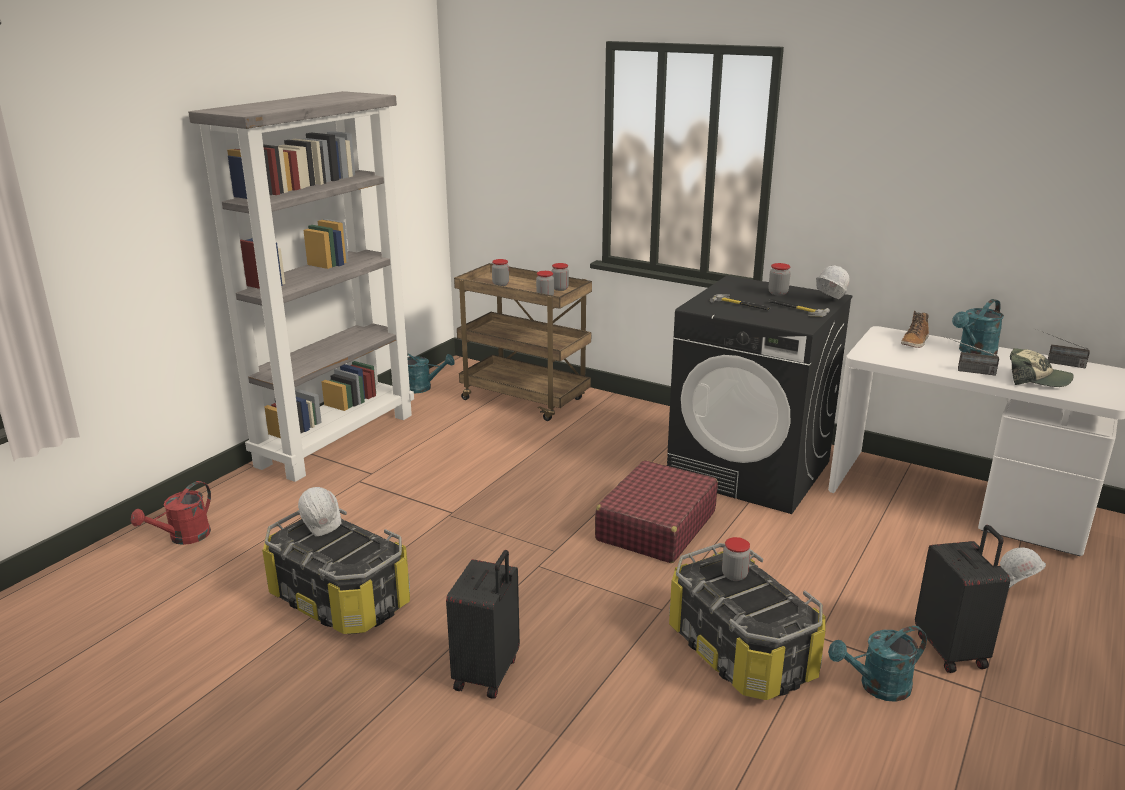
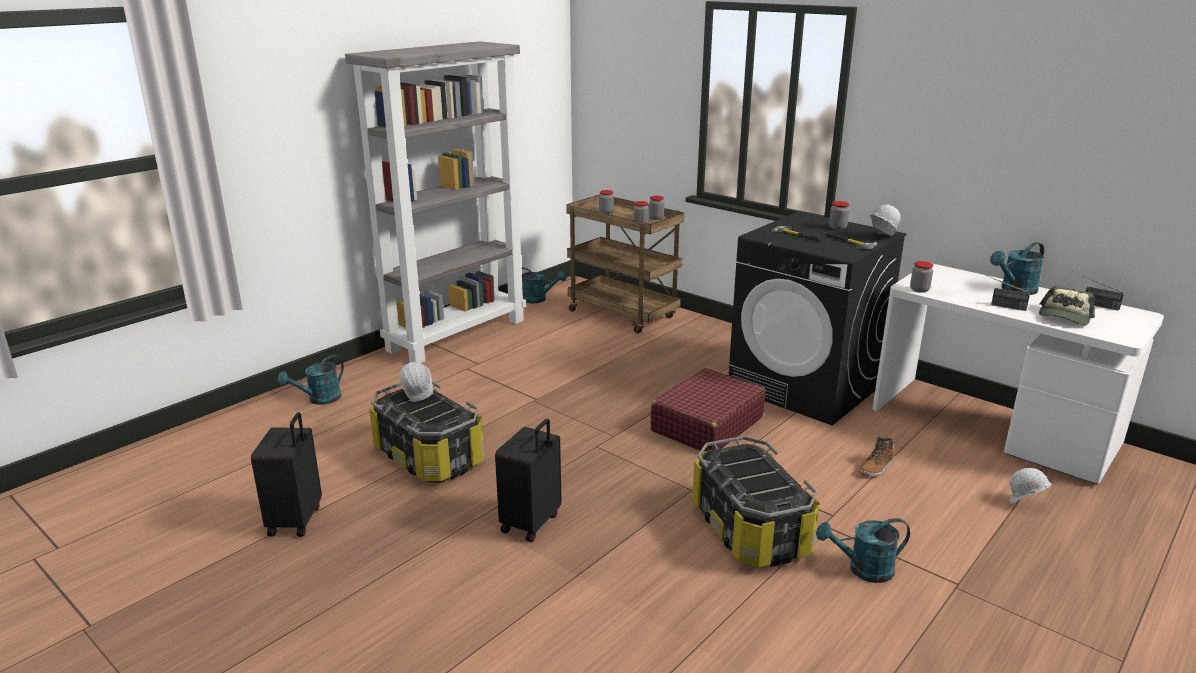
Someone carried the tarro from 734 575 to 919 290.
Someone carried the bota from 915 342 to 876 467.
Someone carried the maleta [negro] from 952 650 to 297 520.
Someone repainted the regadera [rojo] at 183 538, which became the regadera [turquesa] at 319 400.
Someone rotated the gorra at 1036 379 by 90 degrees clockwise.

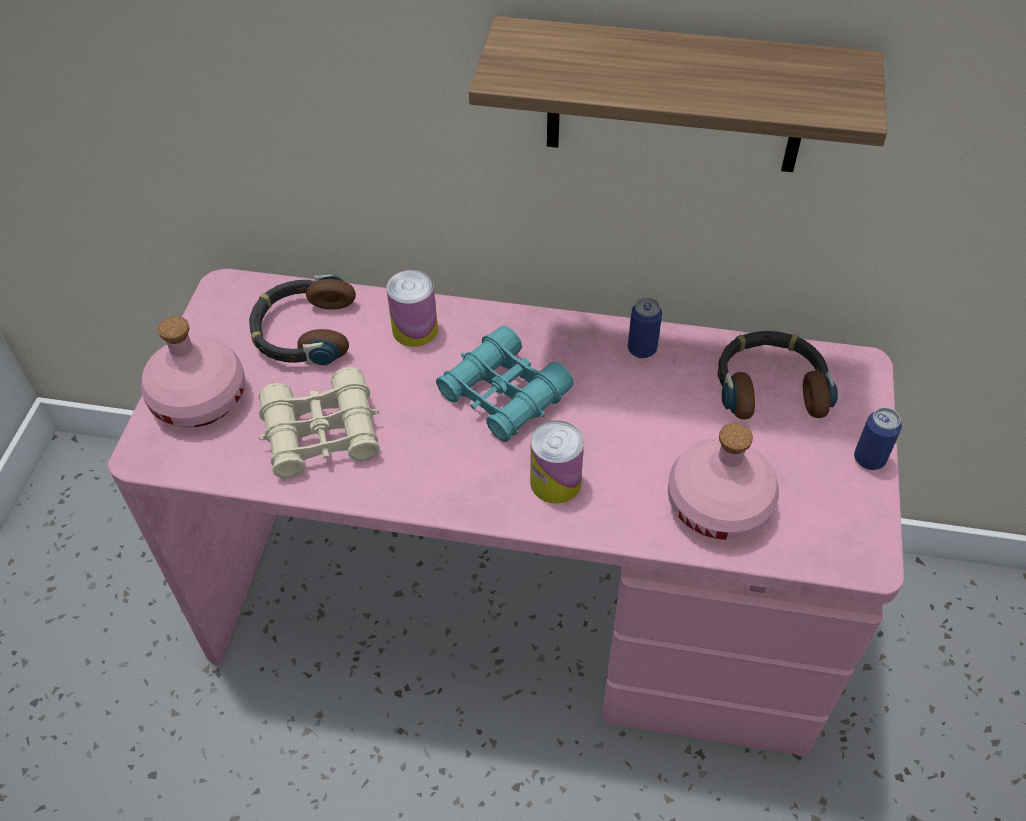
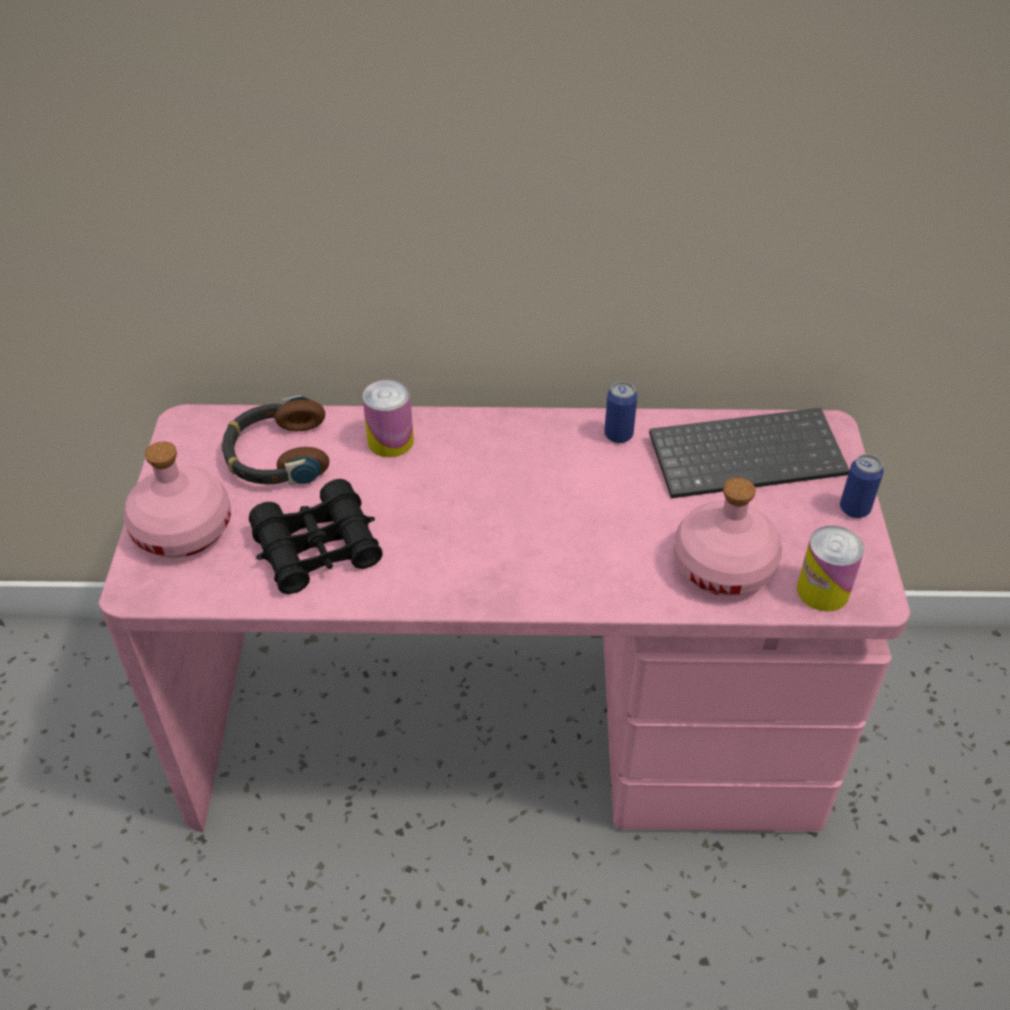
Someone took away the prismáticos [turquesa] at 504 394.
Someone took away the estante at 676 97.
Someone carried the lata from 555 482 to 822 591.
Someone swapped the auriculares at 770 385 for the teclado at 748 454.
Someone repainted the prismáticos [beis] at 322 434, which became the prismáticos [negro] at 318 548.

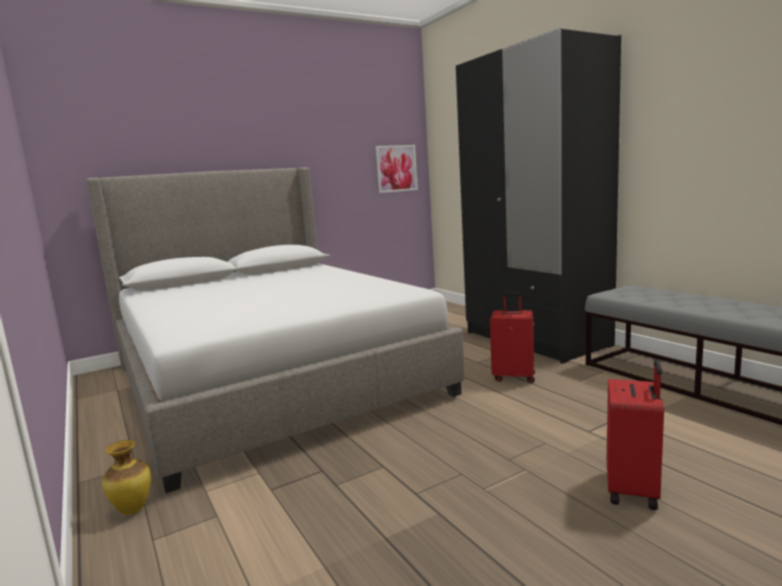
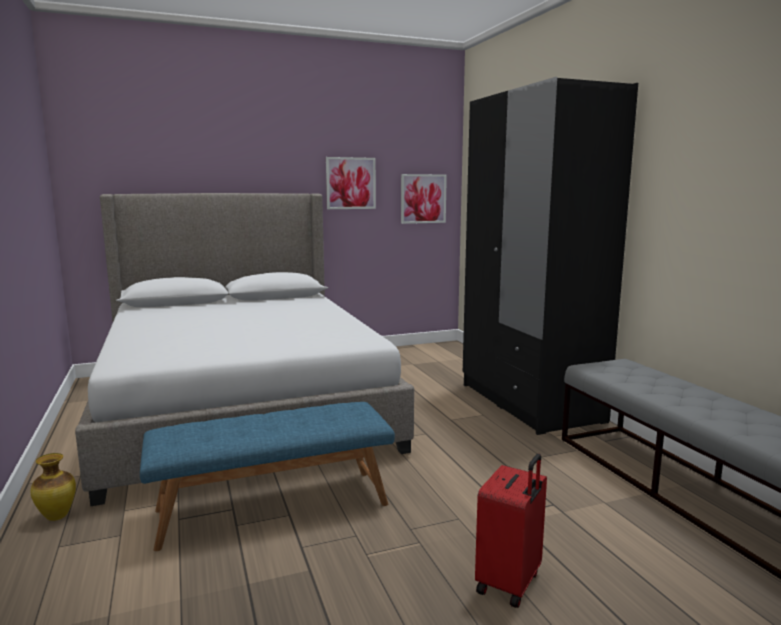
Someone took away the maleta [rojo] at 514 377.
Someone put down the banco [azul] at 273 506.
Someone put up the cuadro at 350 183.

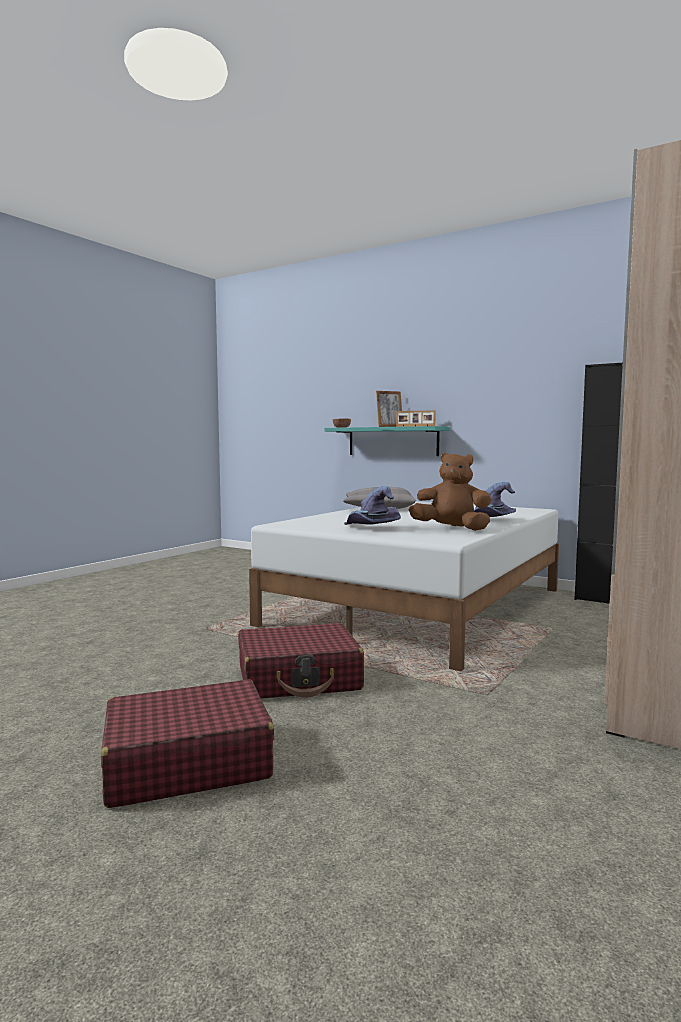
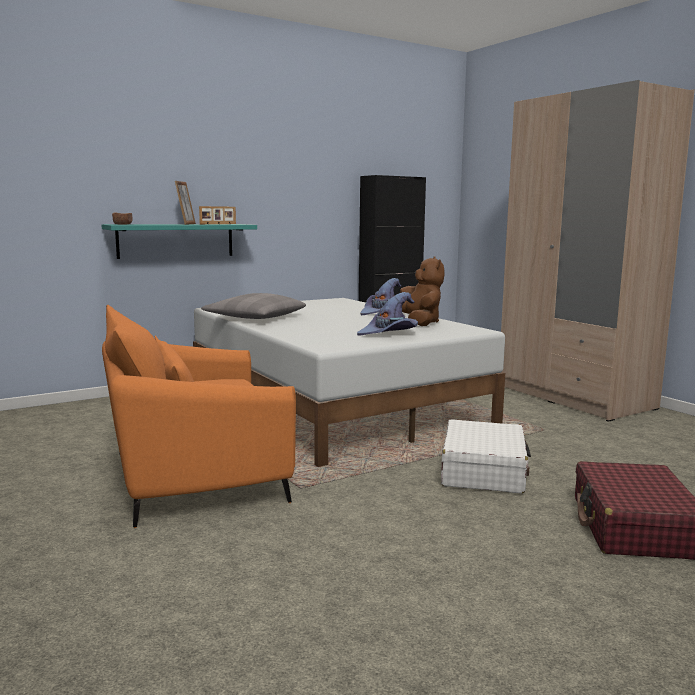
Someone put down the sillón [naranja] at 194 476.
Someone repainted the maleta [rojo] at 299 678, which became the maleta [blanco] at 483 471.
Someone rotated the peluche [marrón] at 451 529 by 120 degrees clockwise.

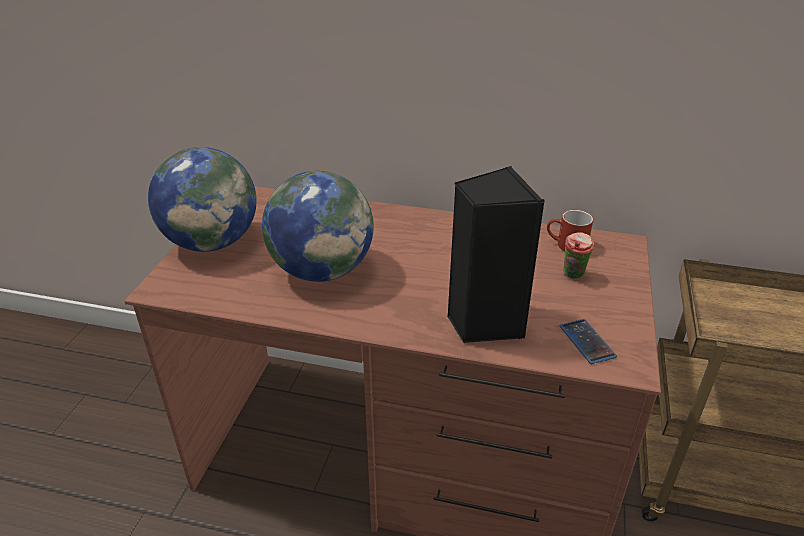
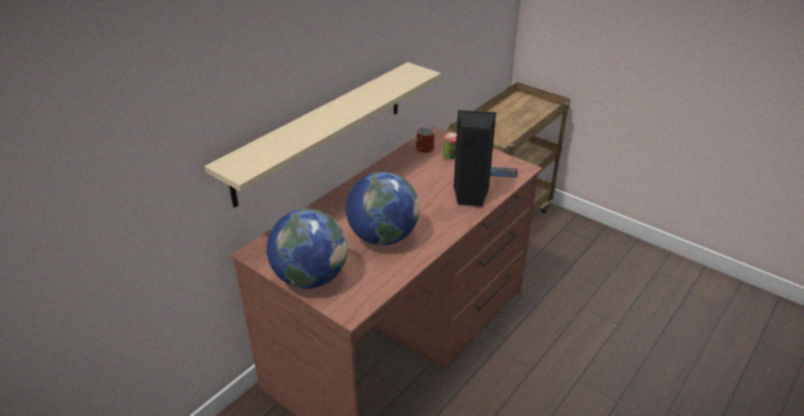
Someone put up the estante [beis] at 321 131.

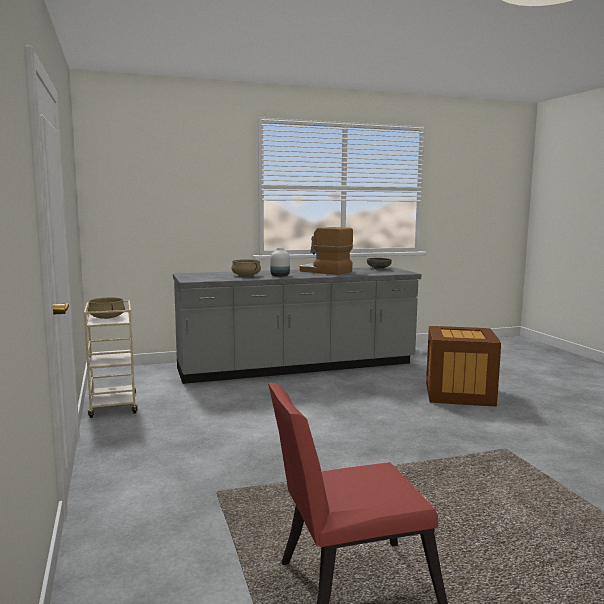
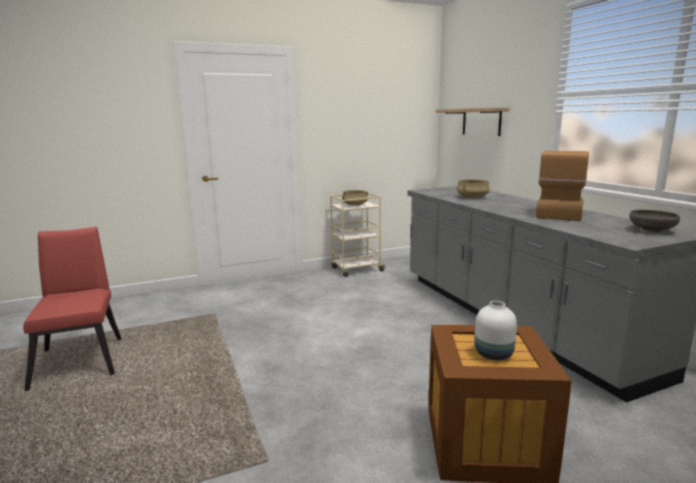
Someone put up the estante at 481 121.
Someone carried the florero [blanco] from 280 276 to 494 354.

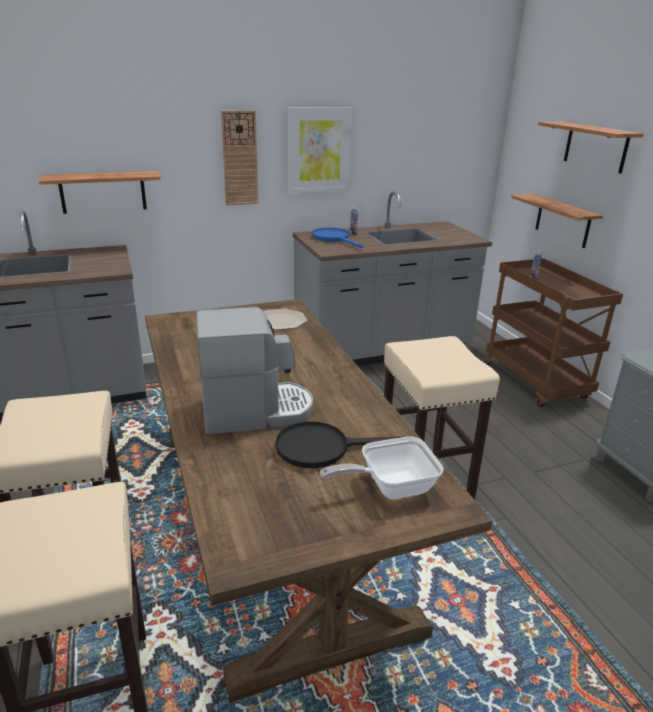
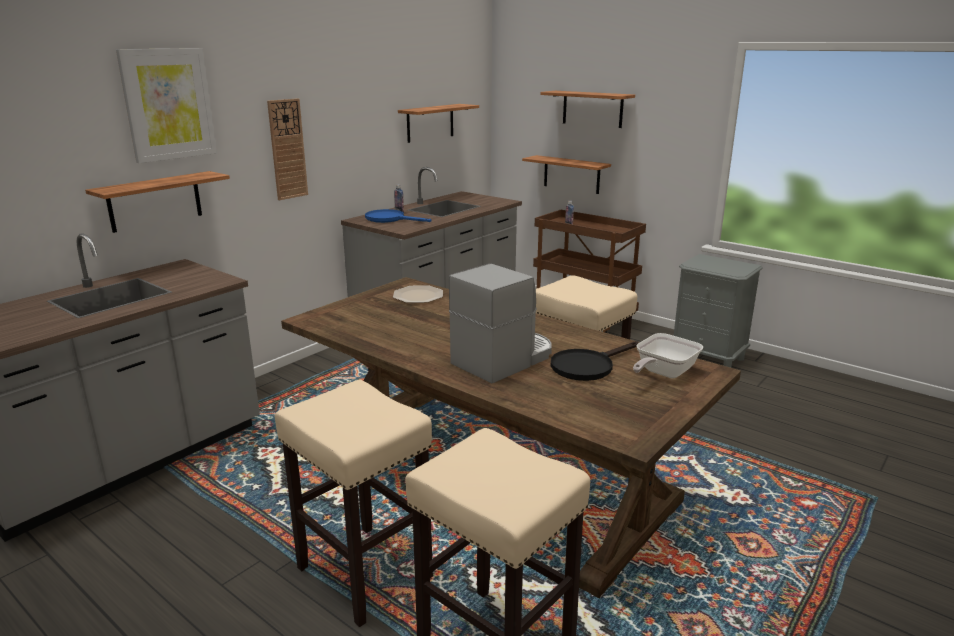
Someone put up the estante at 430 123.
Someone carried the cuadro from 319 150 to 168 104.

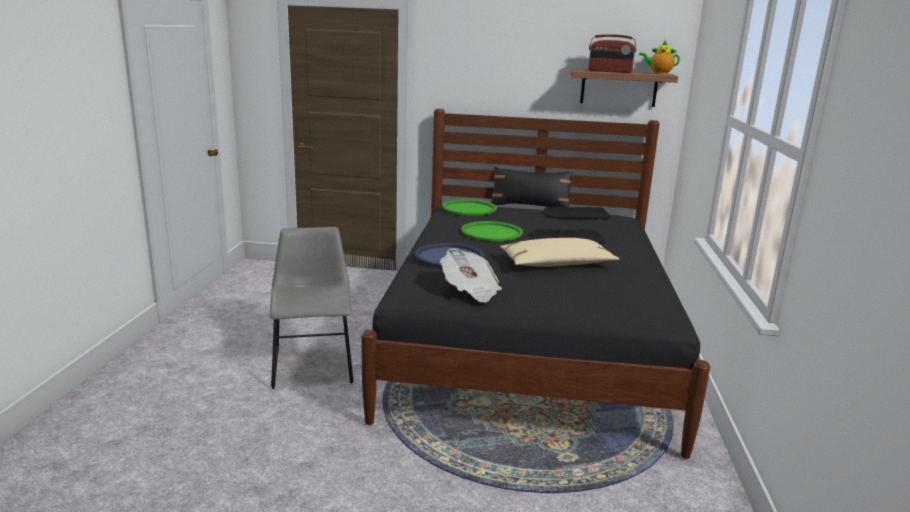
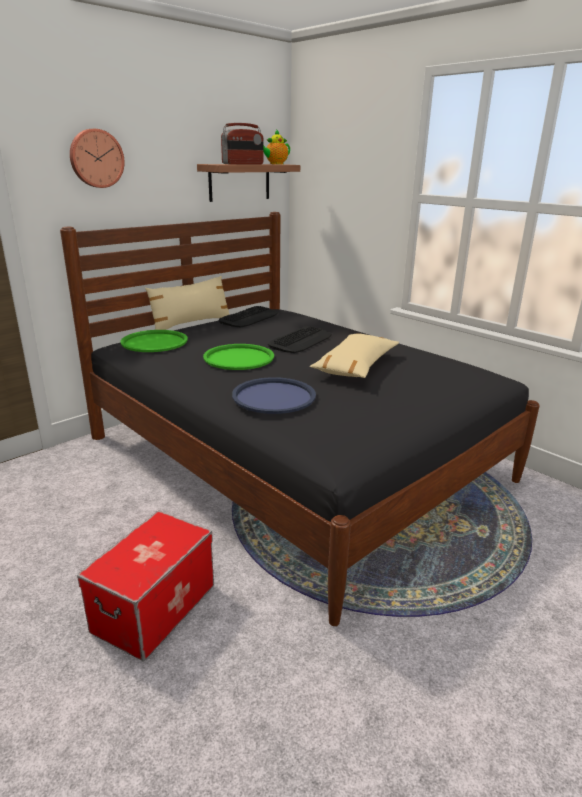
Someone took away the periódico at 470 291.
Someone put up the reloj de pared at 96 158.
Someone swapped the silla [gris] at 313 362 for the caja de almacenaje at 154 607.
Someone repainted the cojín [negro] at 530 207, which became the cojín [beis] at 191 323.

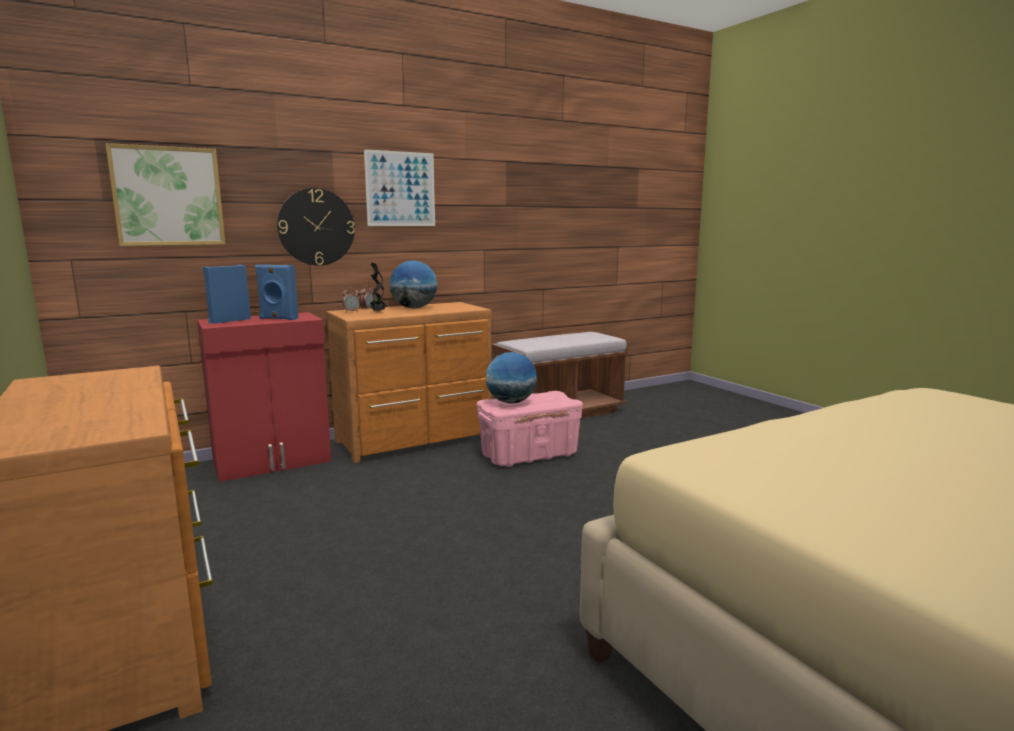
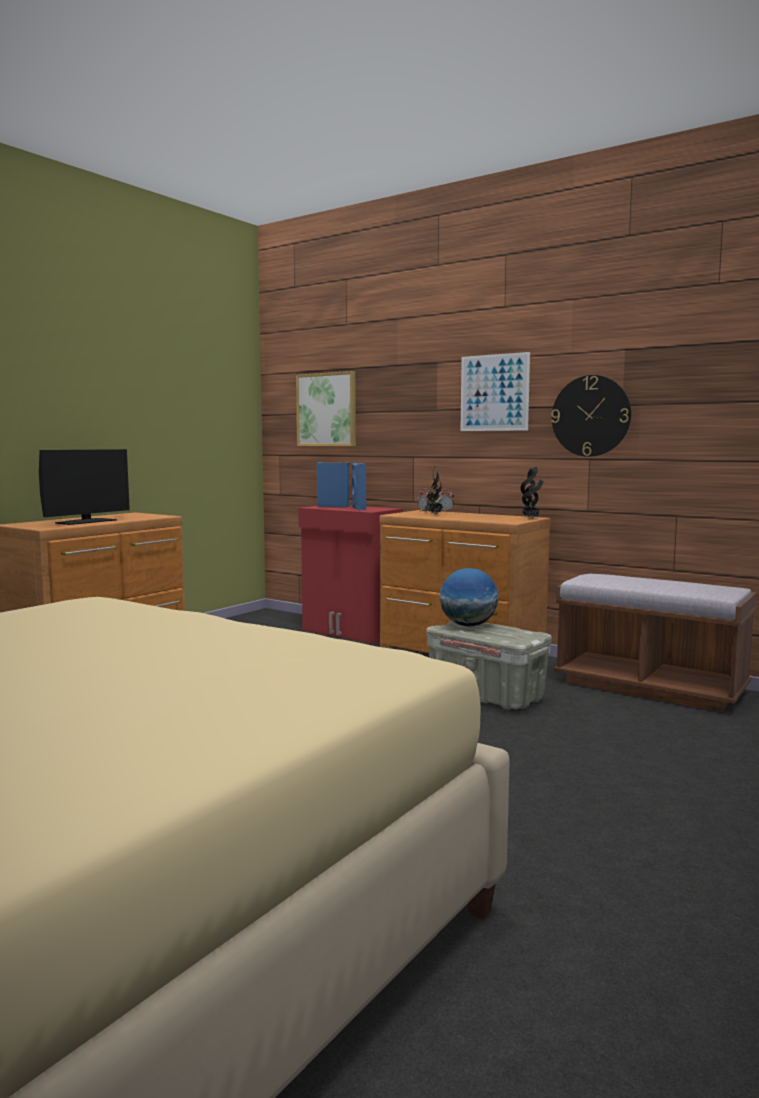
Someone took away the globo terráqueo at 414 308.
Someone put down the monitor at 86 521.
Someone put down the planta en maceta at 531 518.
Someone carried the reloj de pared from 316 227 to 591 416.
Someone repainted the caja de almacenaje [rosa] at 529 455, which became the caja de almacenaje [gris] at 487 695.

